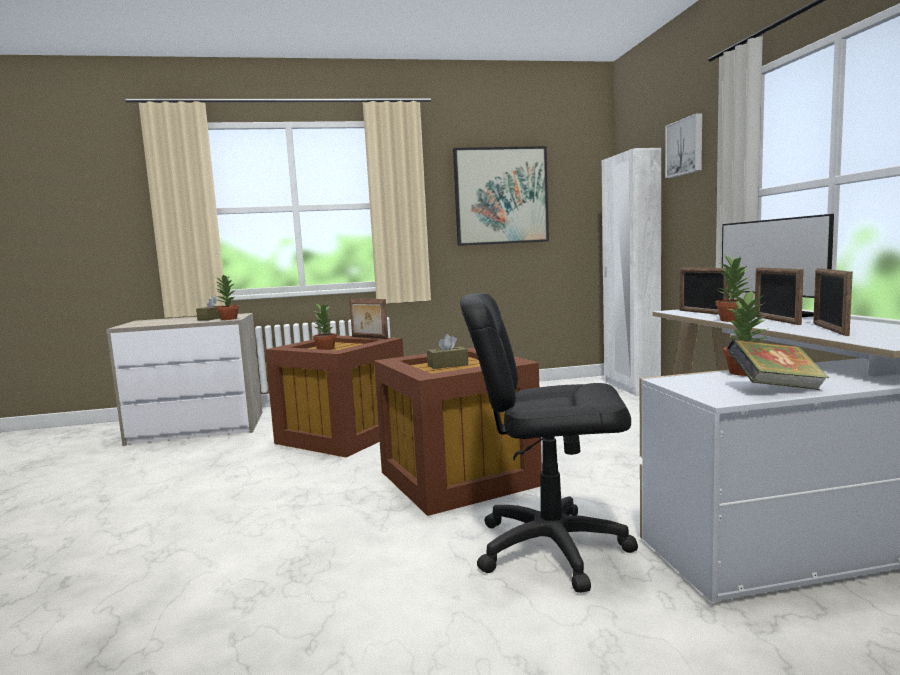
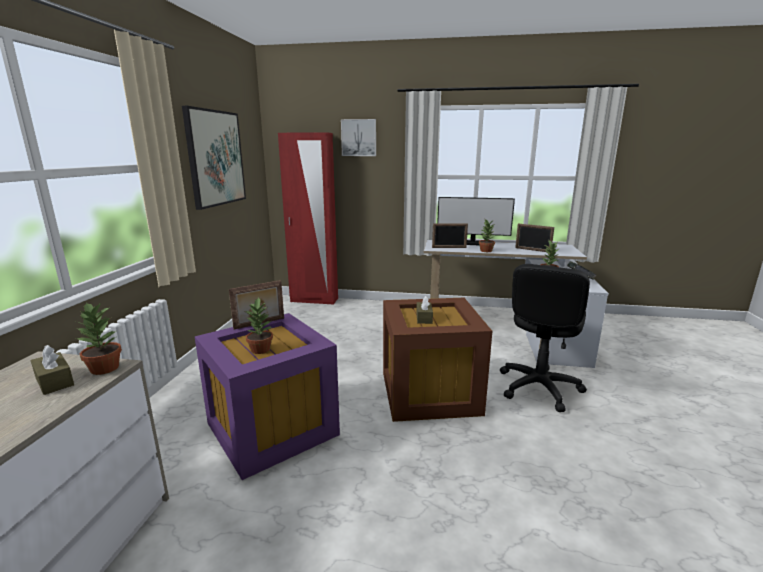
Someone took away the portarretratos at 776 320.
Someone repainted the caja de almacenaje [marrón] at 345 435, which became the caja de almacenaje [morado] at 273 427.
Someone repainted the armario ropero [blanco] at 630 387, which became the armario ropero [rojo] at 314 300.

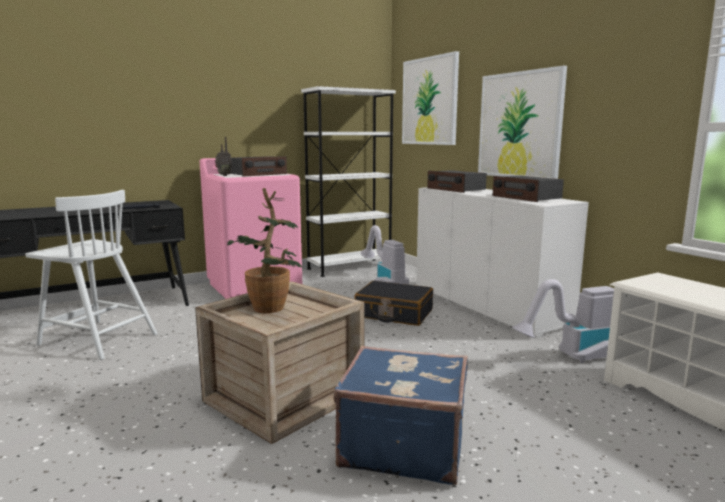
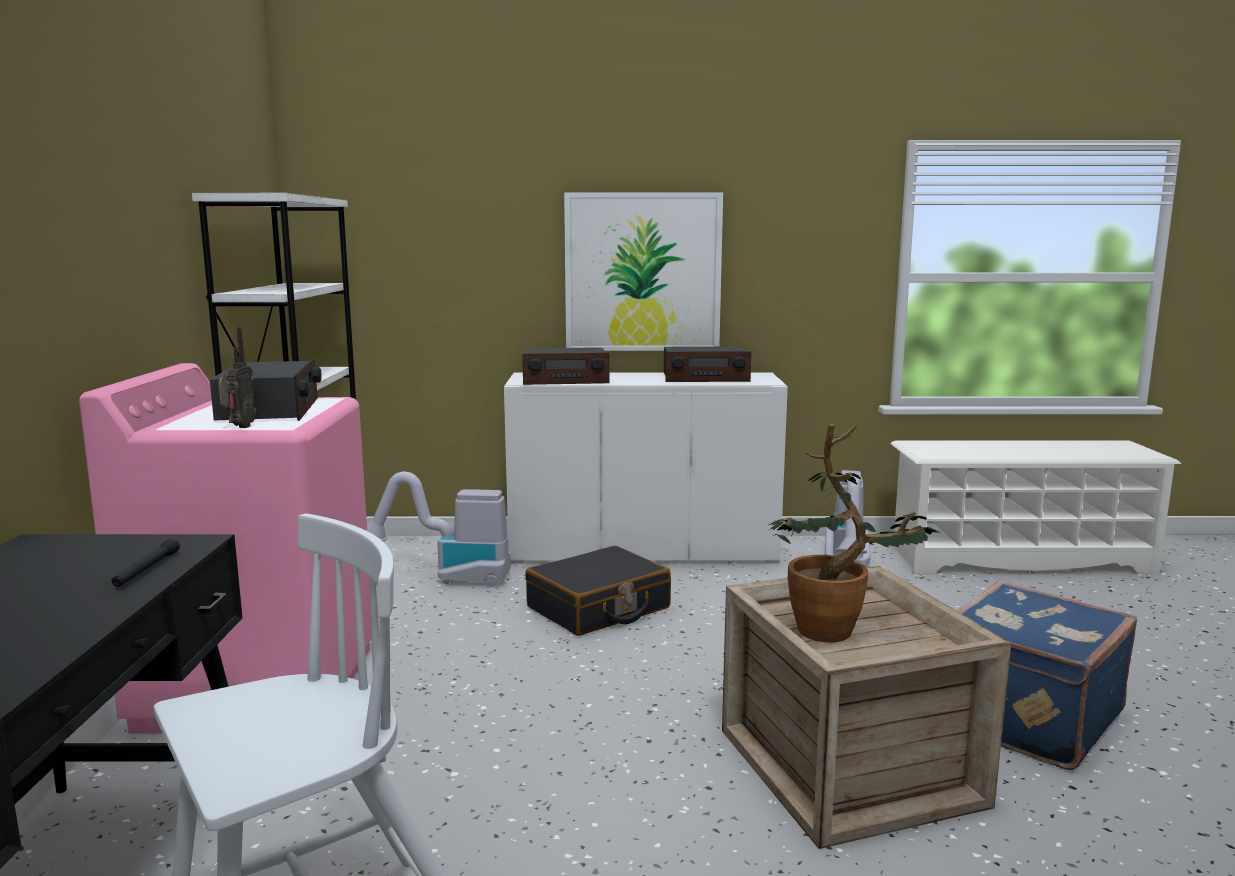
Someone took away the cuadro at 429 101.

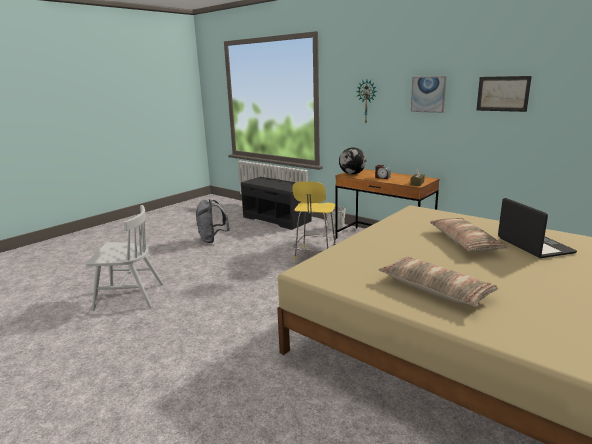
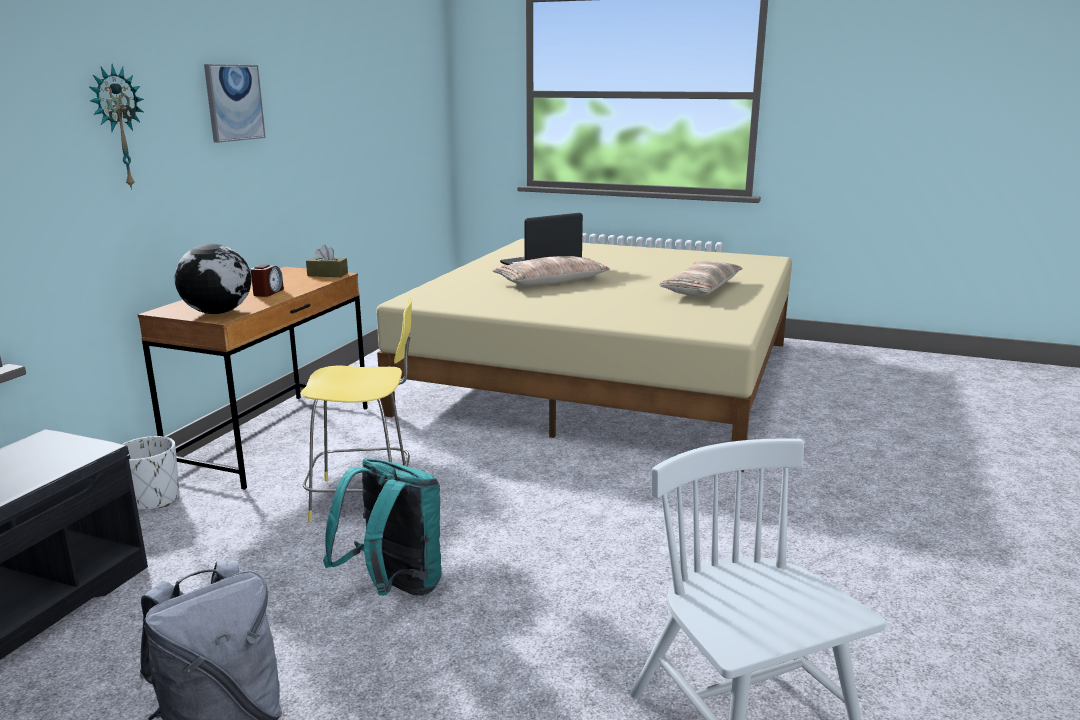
Someone took away the cuadro at 502 93.
Someone put down the mochila [turquesa] at 393 588.

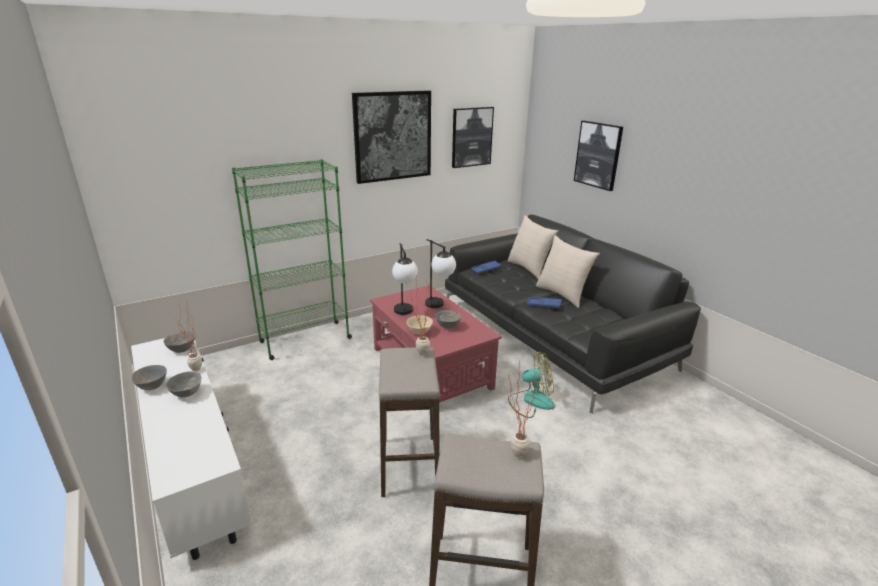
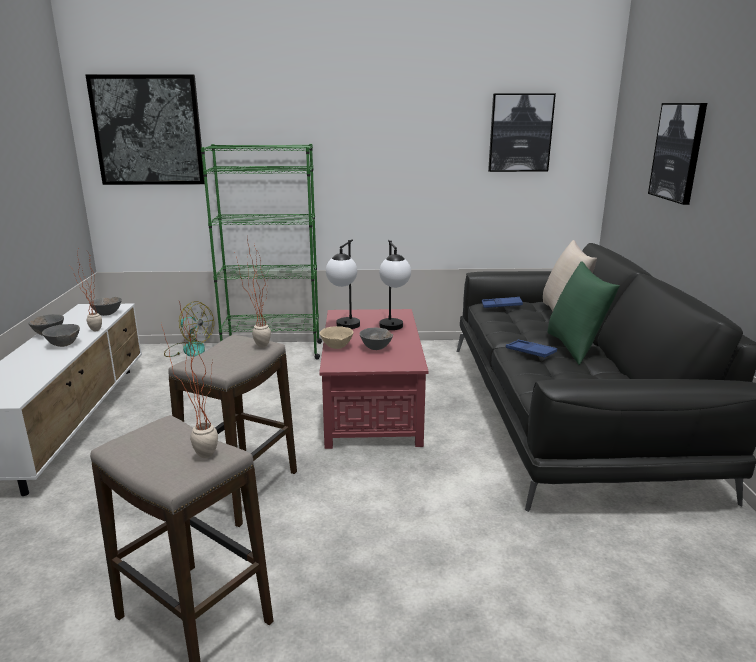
Someone carried the cuadro from 393 136 to 148 130.
Someone carried the ventilador from 531 401 to 189 349.
Someone repainted the cojín [beis] at 562 294, which became the cojín [verde] at 575 347.

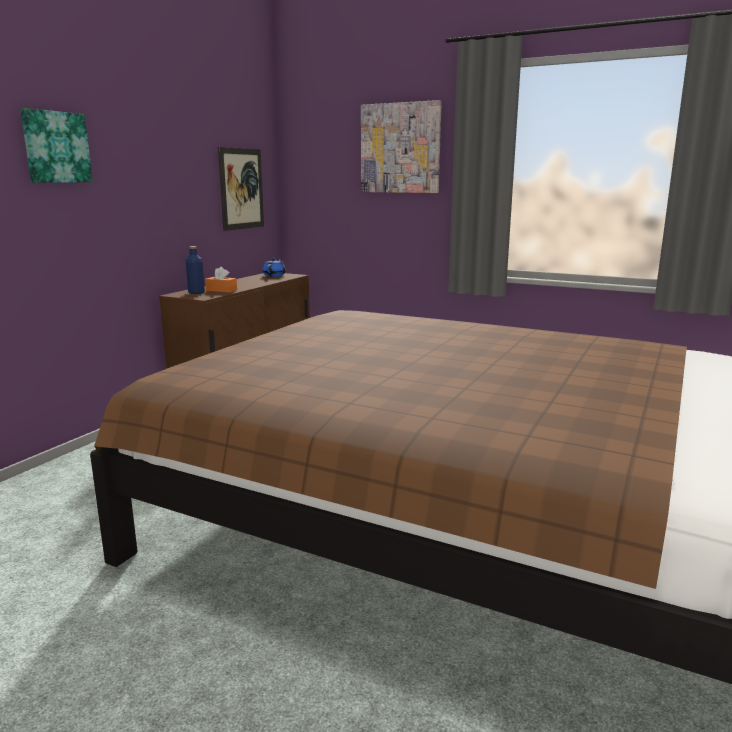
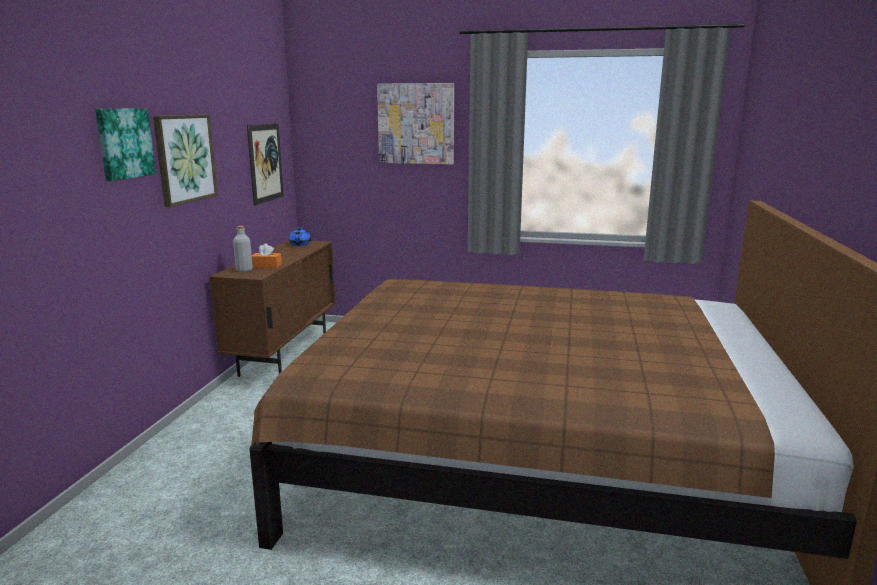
Someone put up the cuadro at 185 158.
Someone repainted the botella [azul] at 196 292, which became the botella [gris] at 244 270.

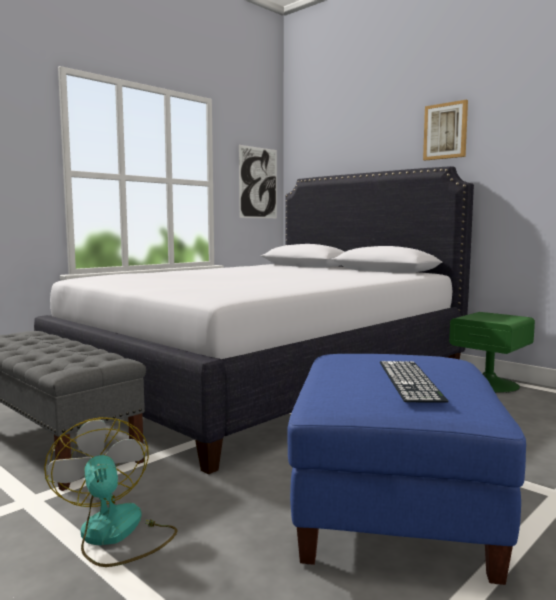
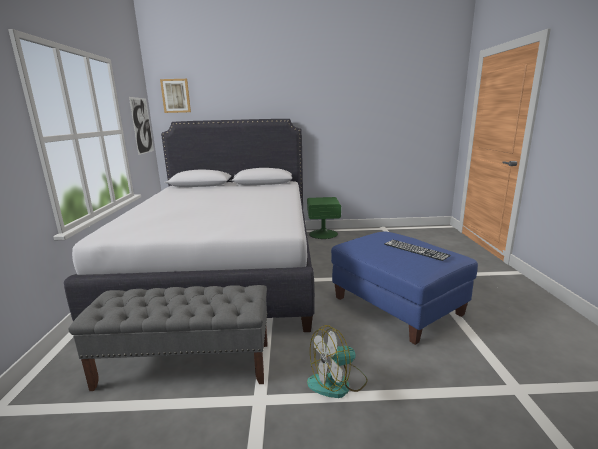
Someone carried the cuadro from 445 131 to 176 96.
Someone rotated the ventilador at 115 535 by 45 degrees counterclockwise.

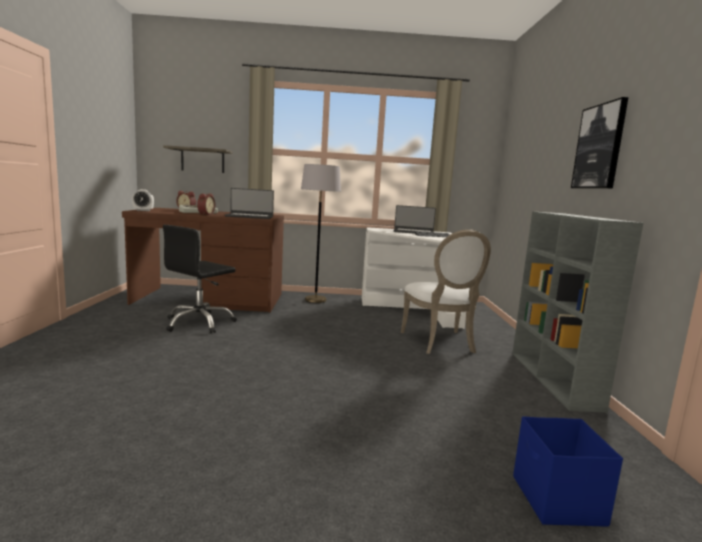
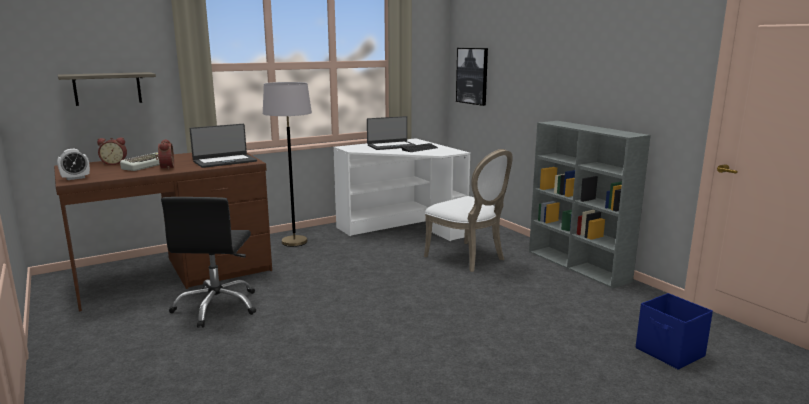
Someone carried the cuadro from 599 147 to 472 76.

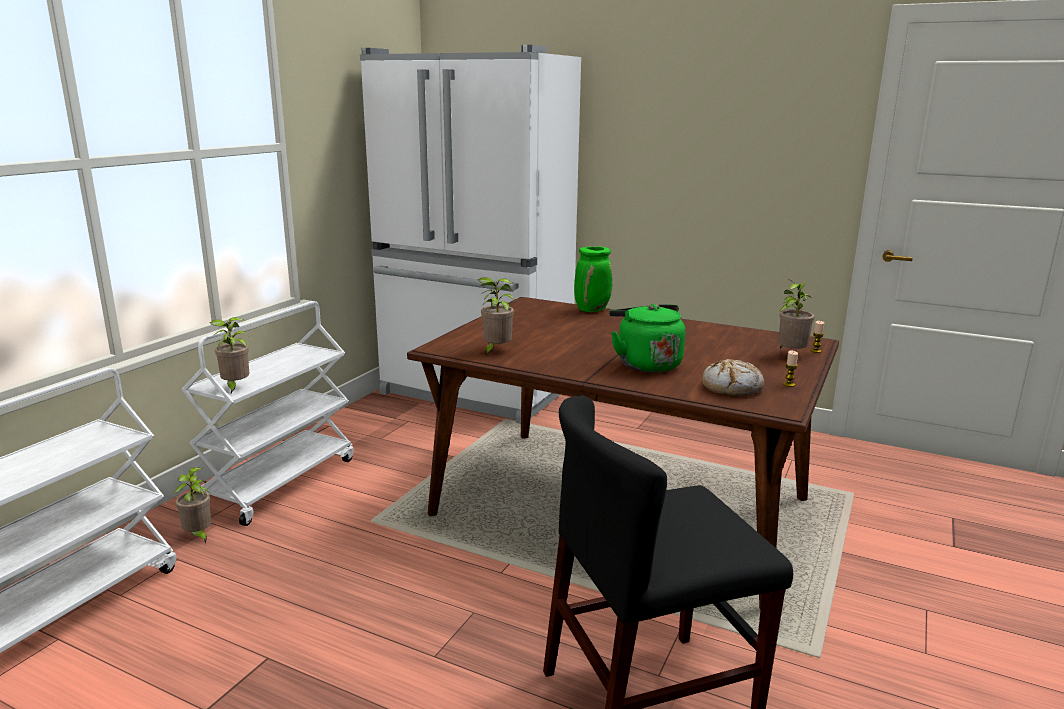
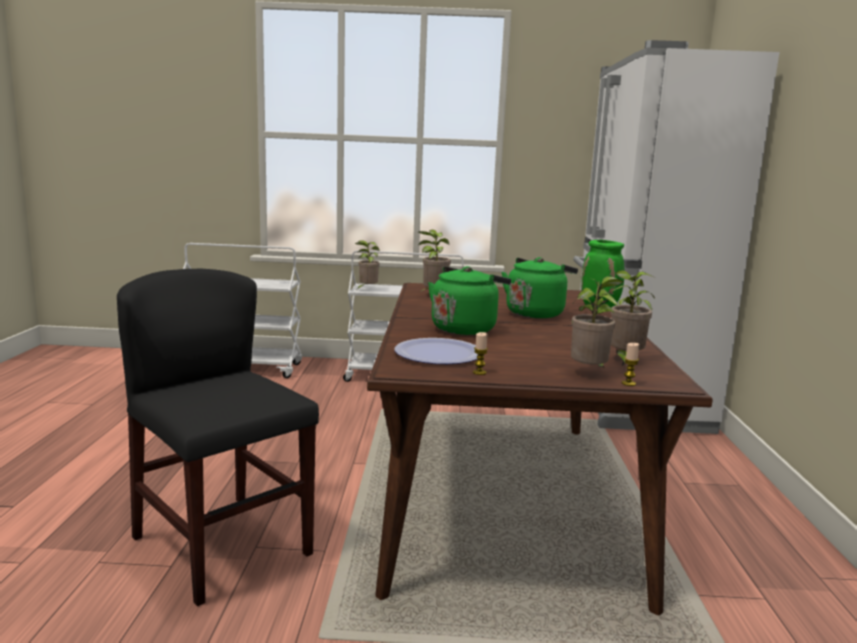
Someone put down the hervidor [verde] at 536 313.
Someone carried the planta en maceta from 198 536 to 624 360.
Someone swapped the pan at 732 387 for the plato at 438 354.

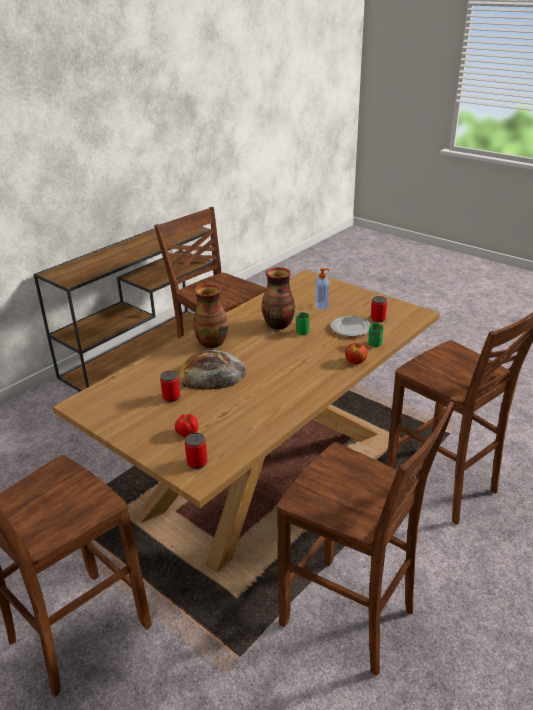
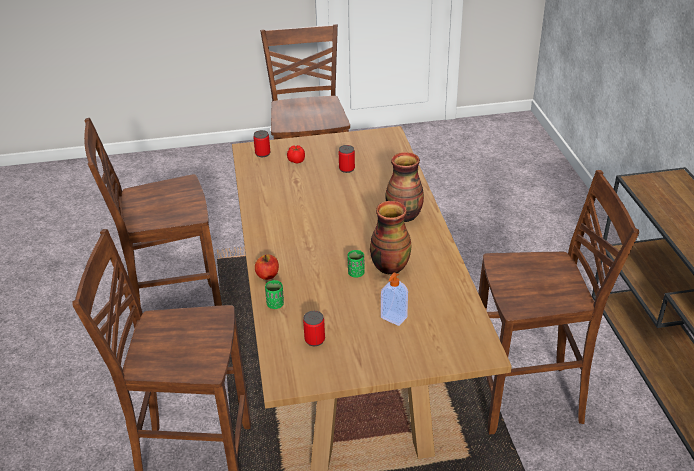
Someone took away the pan at 212 373.
Someone took away the plato at 350 328.

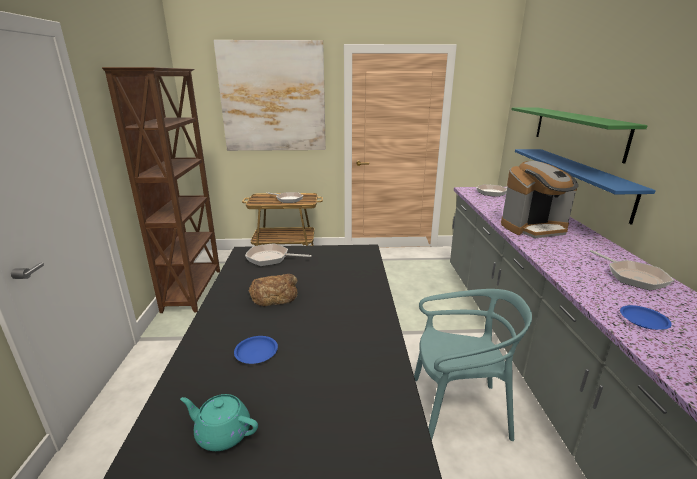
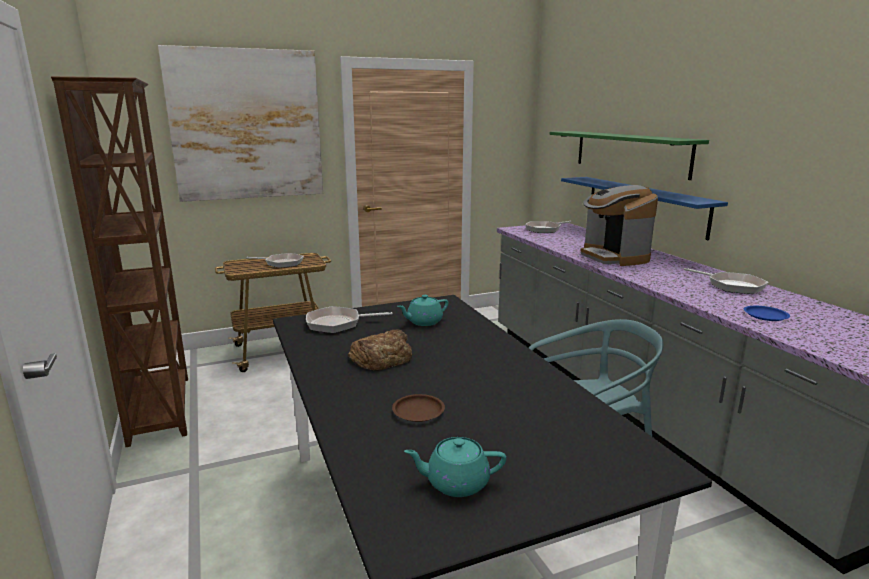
Someone put down the tetera [turquesa] at 423 322.
Someone repainted the plato [azul] at 256 352, which became the plato [marrón] at 419 411.
Someone rotated the cafetera at 534 228 by 105 degrees clockwise.

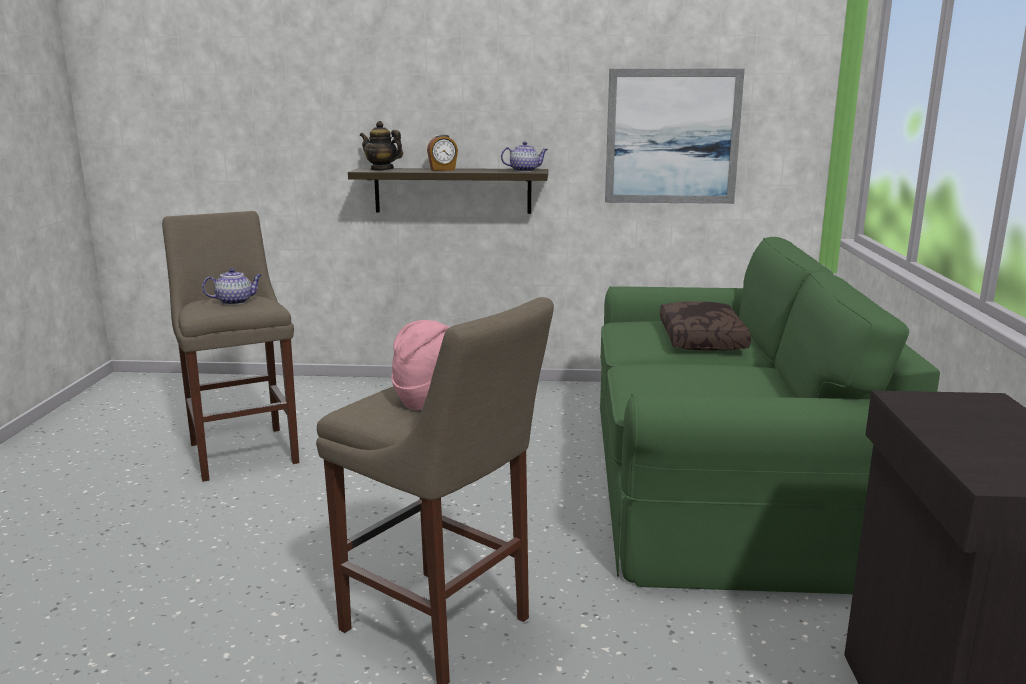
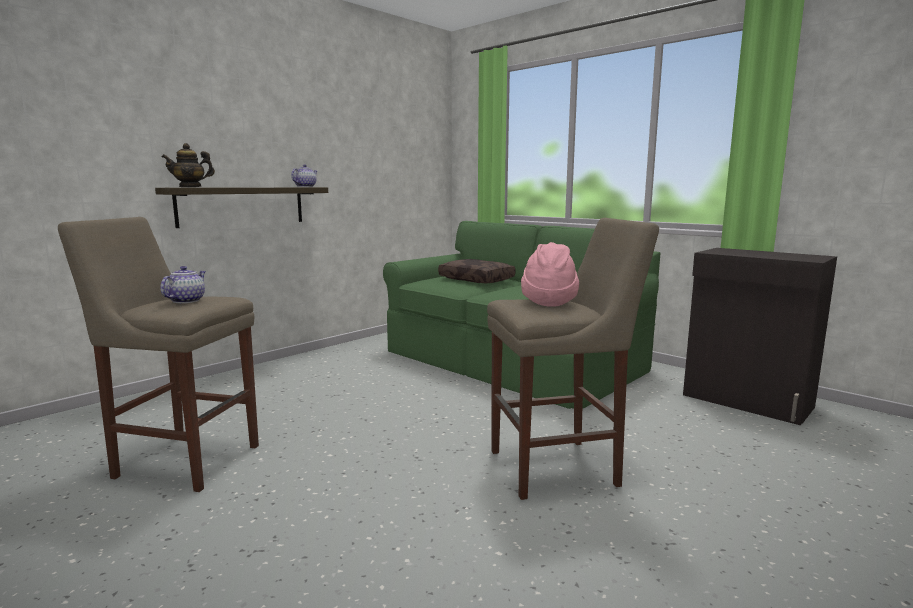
Someone took away the despertador at 443 170.
Someone took away the cuadro at 672 137.

